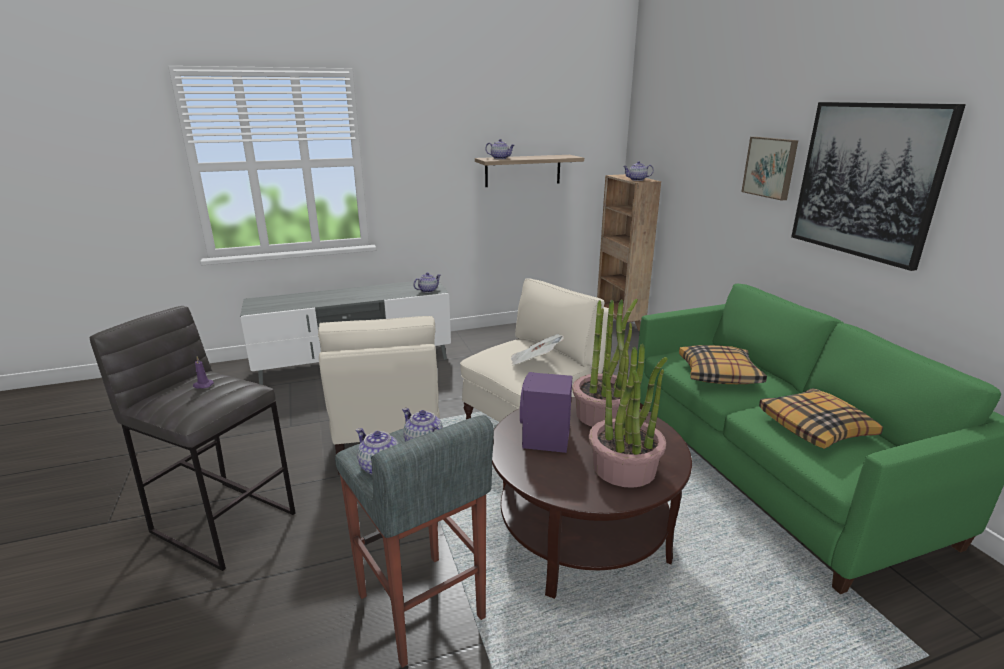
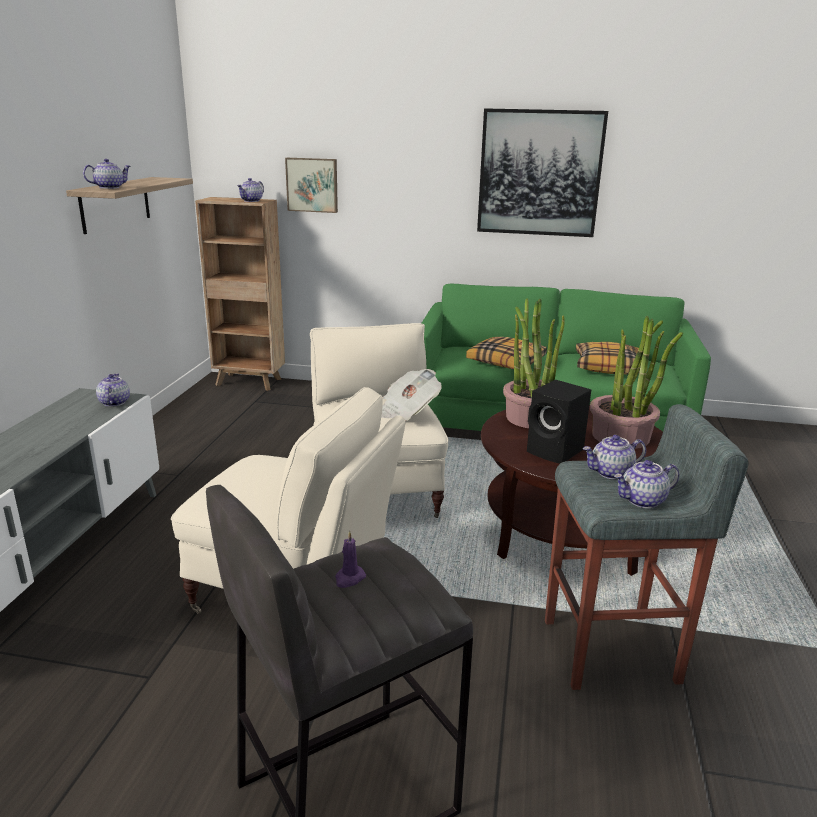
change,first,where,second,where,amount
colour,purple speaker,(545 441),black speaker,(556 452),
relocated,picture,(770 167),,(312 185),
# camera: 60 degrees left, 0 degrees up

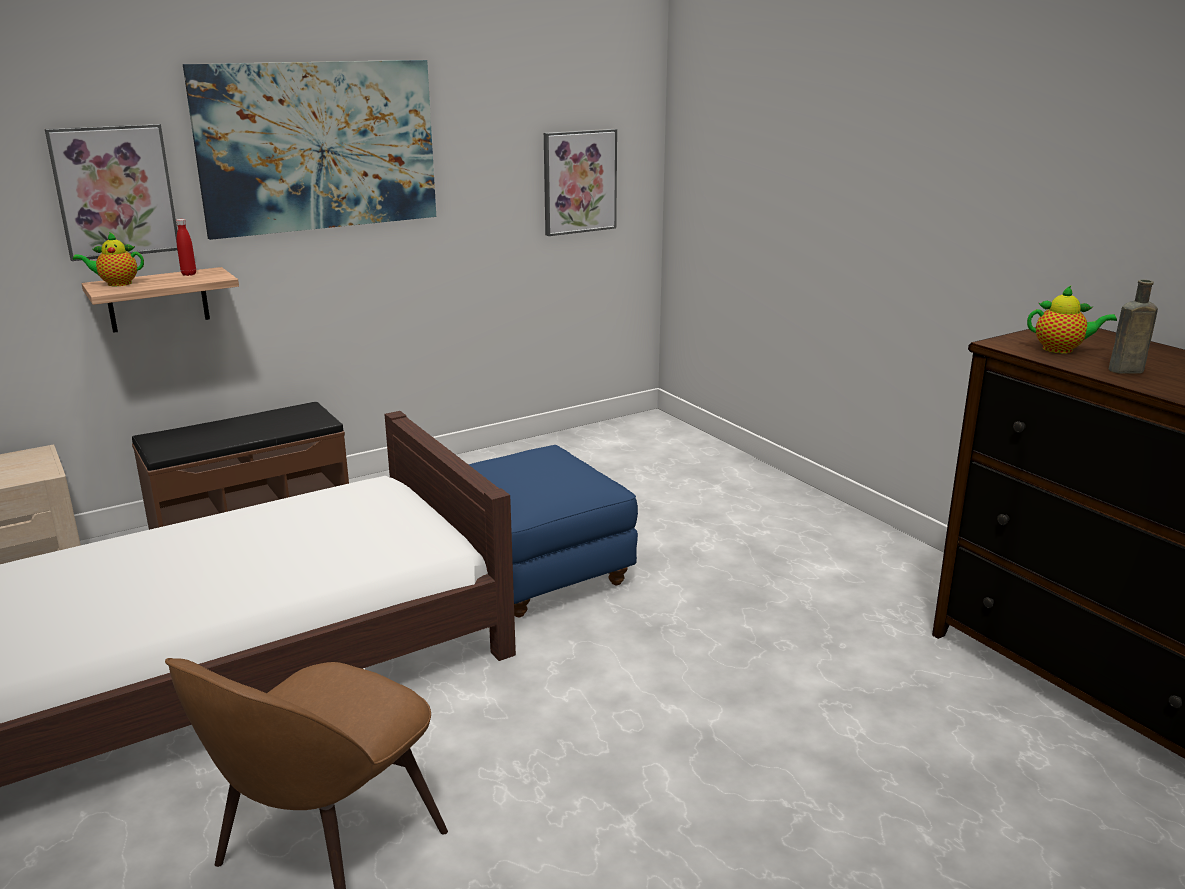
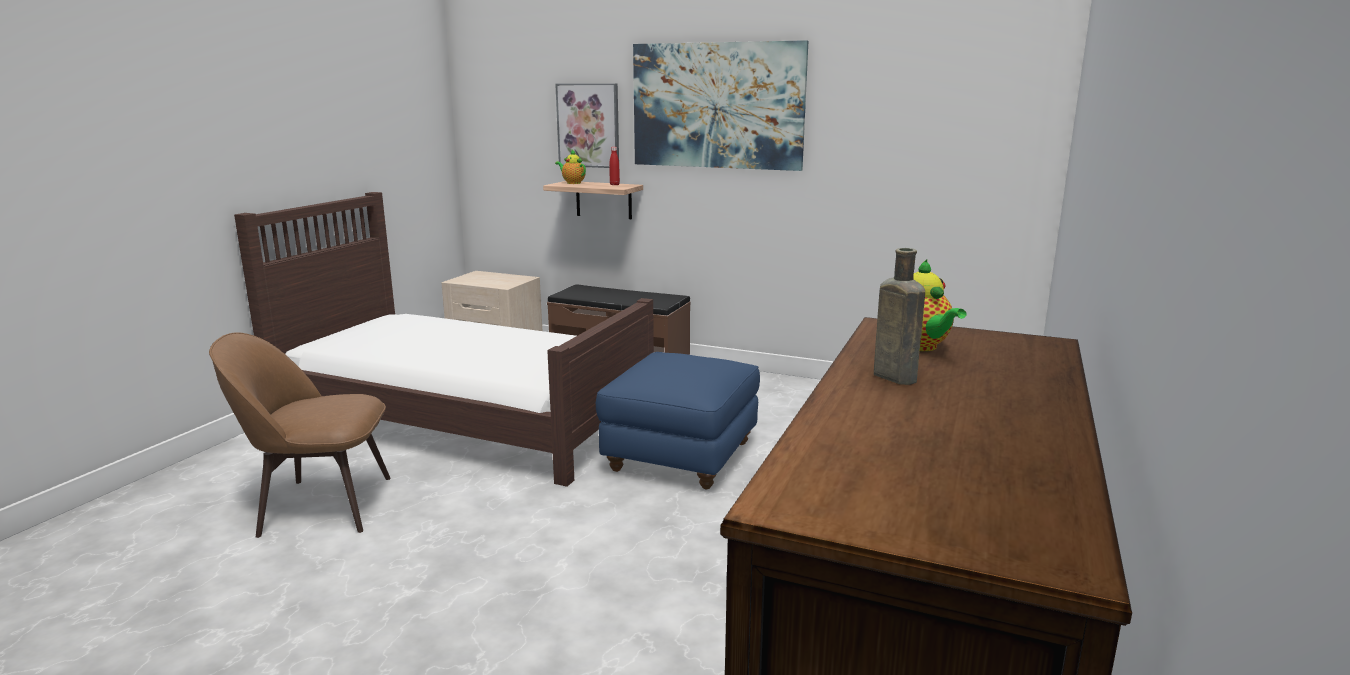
change,first,where,second,where,amount
missing,picture,(579 181),,,
# camera: 55 degrees right, 5 degrees down

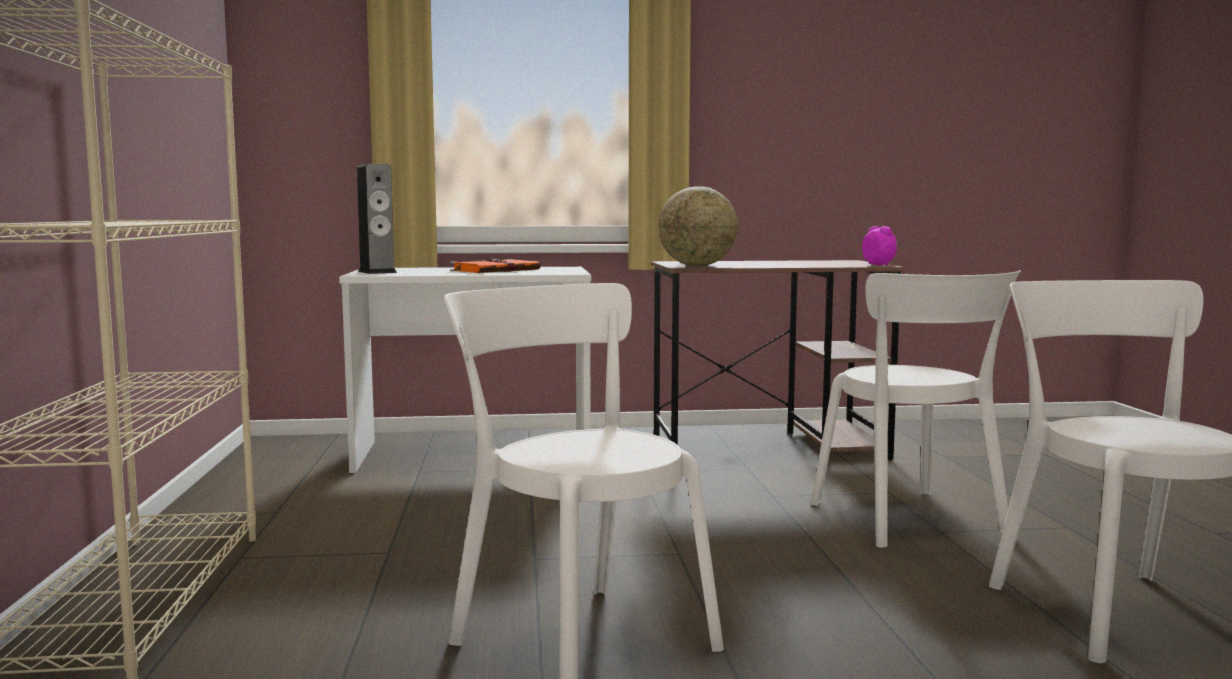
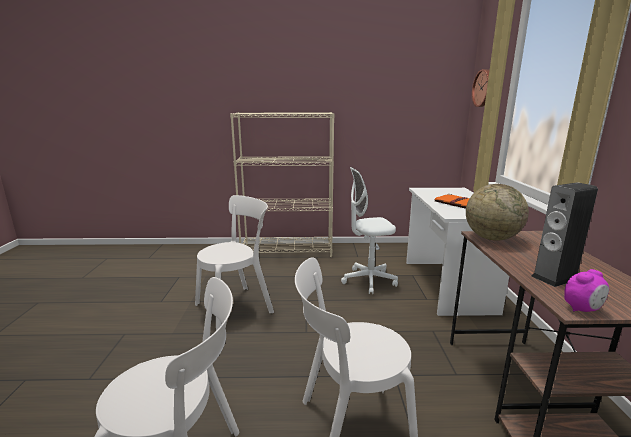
change,first,where,second,where,amount
relocated,speaker,(377 272),,(554 277),
appeared,,,white office chair,(369 280),
appeared,,,wall clock,(483 88),
# camera: 95 degrees right, 10 degrees up

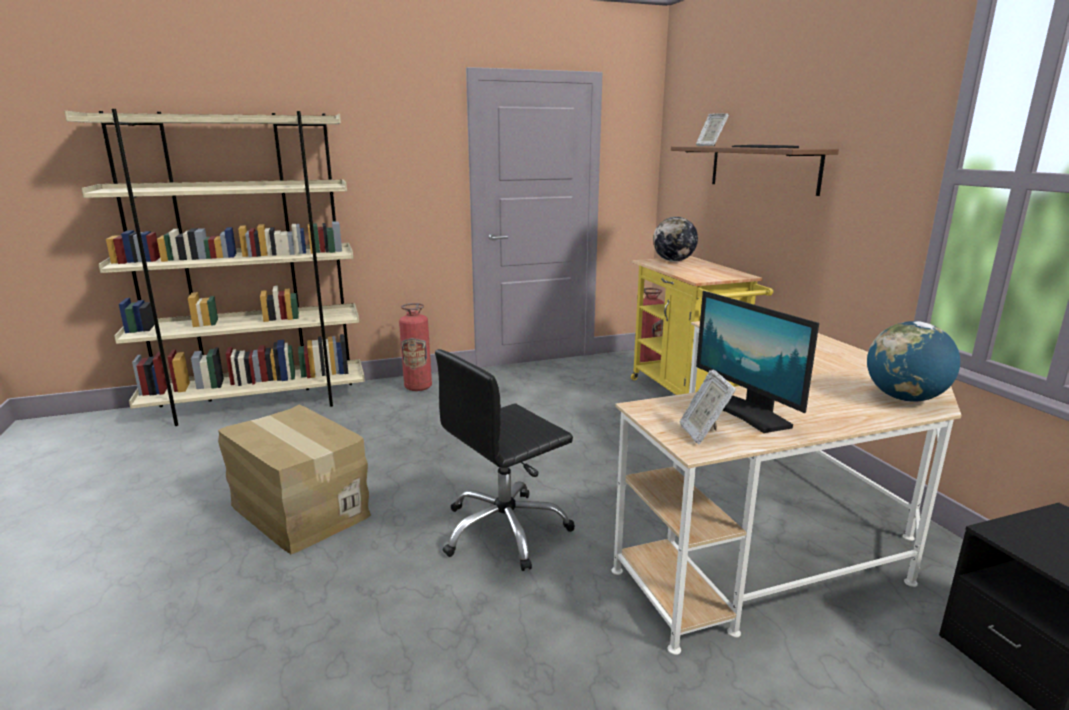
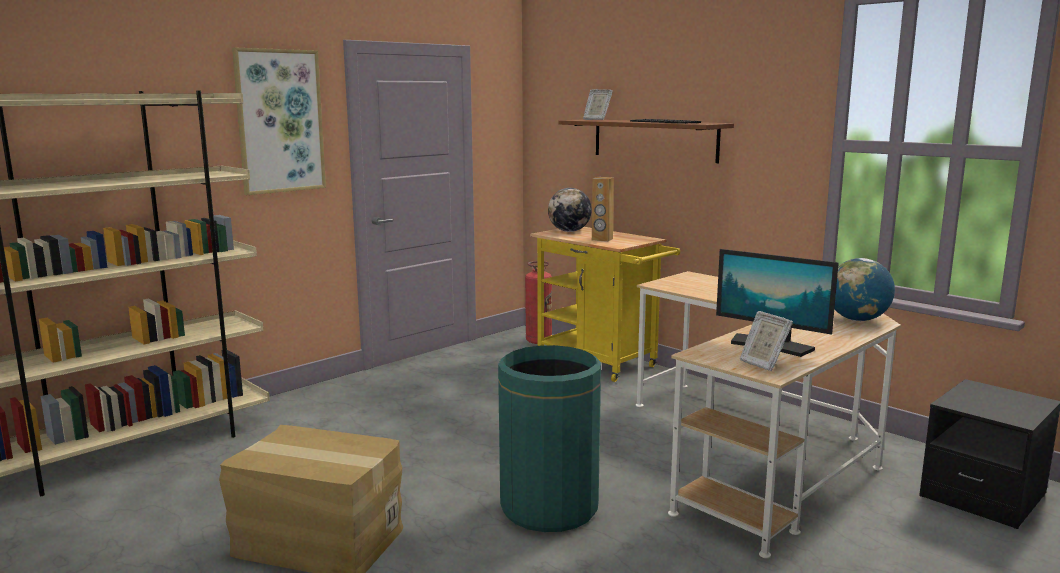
change,first,where,second,where,amount
missing,fire extinguisher,(418 387),,,
exchanged,black office chair,(505 530),green trash can,(549 507),
appeared,,,picture,(280 121),
appeared,,,brown speaker,(602 239),
# camera: 25 degrees left, 5 degrees down

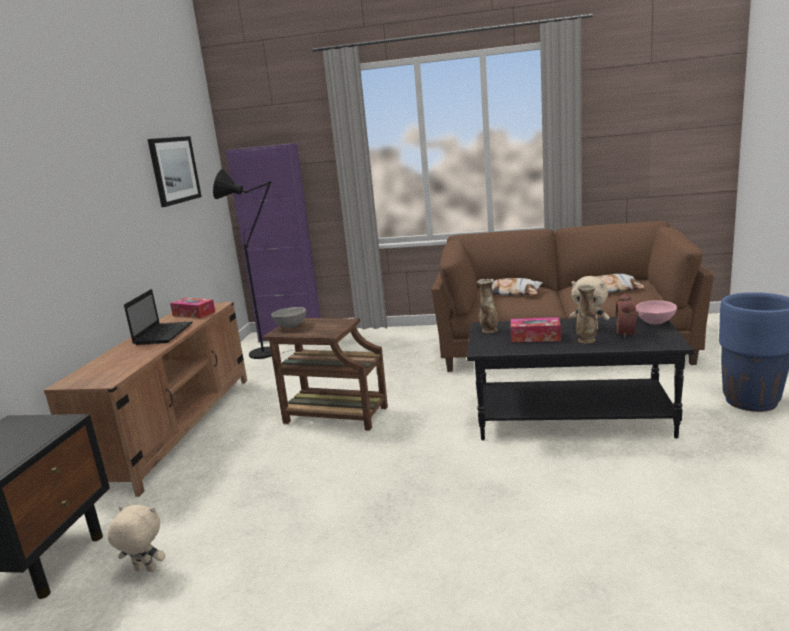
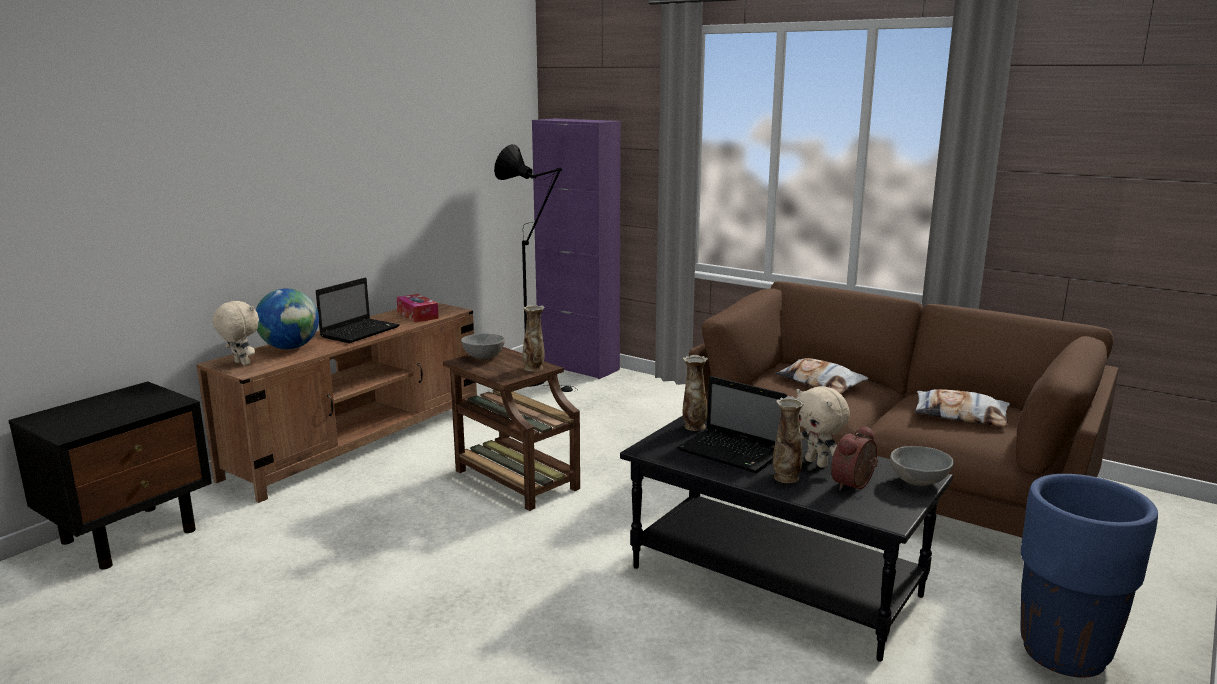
change,first,where,second,where,amount
relocated,beige plush toy,(144 570),,(241 363),
missing,picture,(174 170),,,
exchanged,tissue box,(535 337),laptop,(732 453),
colour,pink bowl,(656 323),grey bowl,(919 483),
appeared,,,globe,(290 348),
appeared,,,vase,(534 368),
# camera: 25 degrees right, 0 degrees up

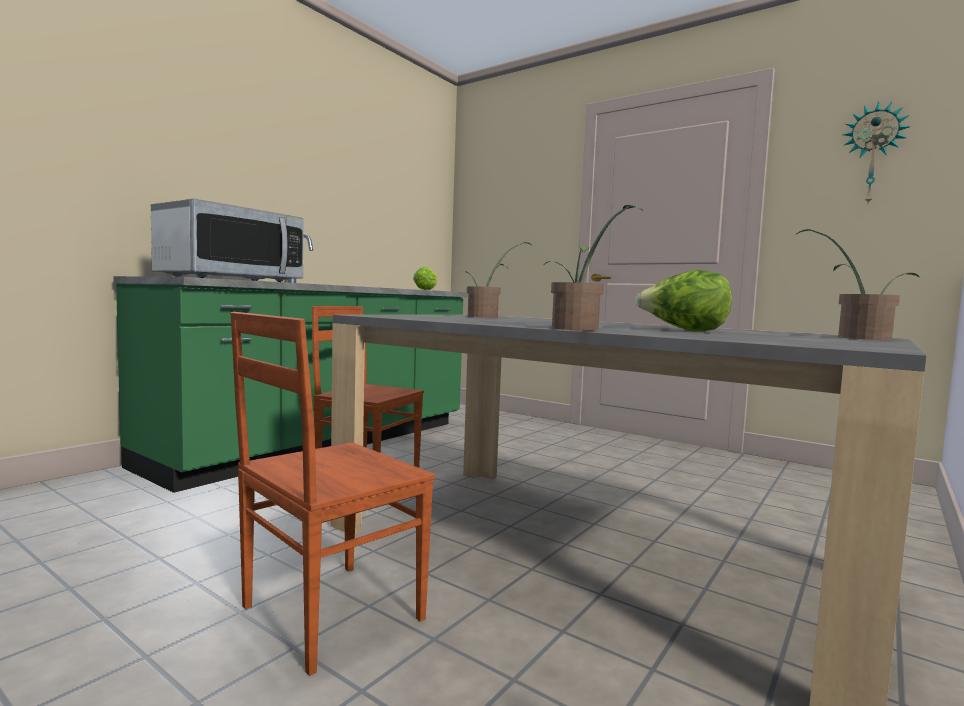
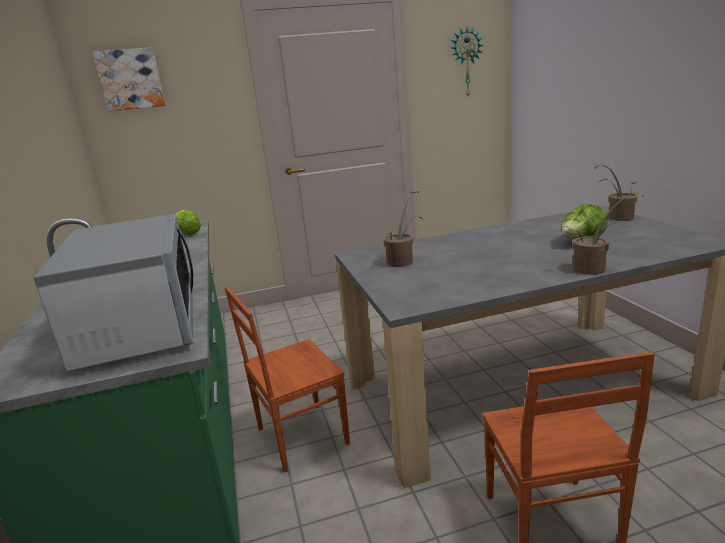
change,first,where,second,where,amount
appeared,,,picture,(130 79),
# camera: 50 degrees left, 15 degrees up

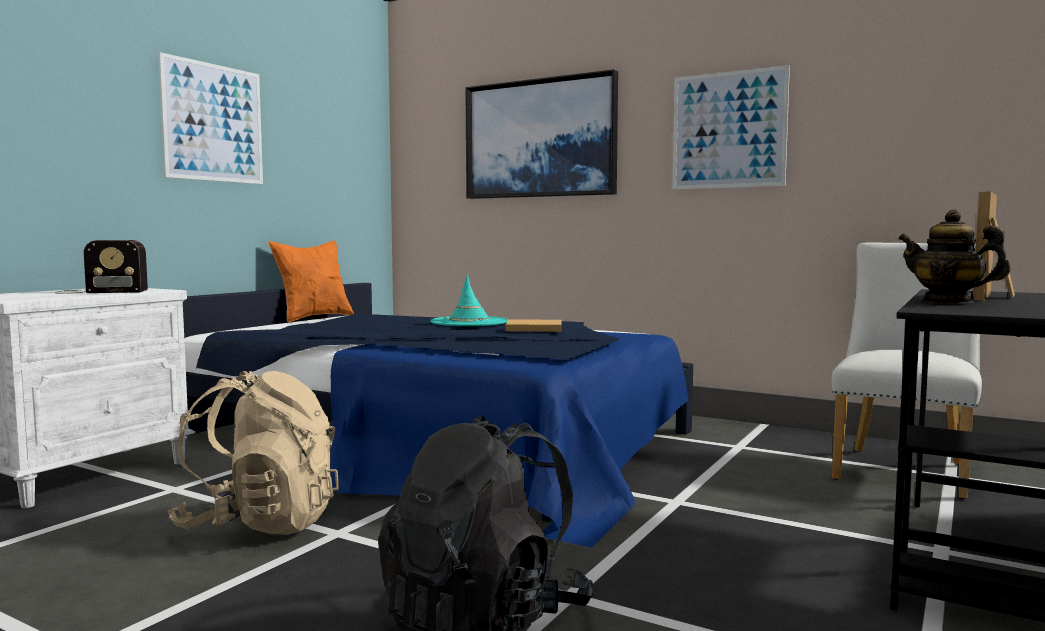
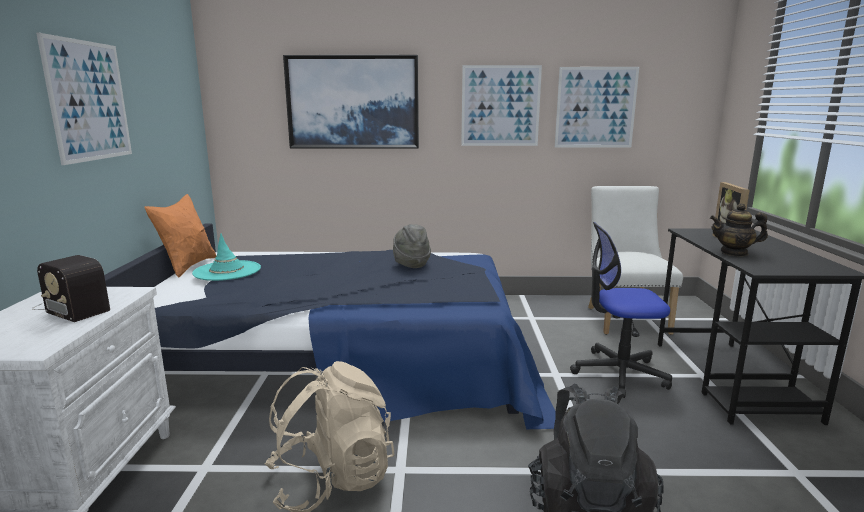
change,first,where,second,where,amount
spun,radio,(98 291),,(72 307),75 degrees clockwise
relocated,turquoise hat,(469 322),,(227 271),
exchanged,beige book,(532 328),grey hat,(411 264),
appeared,,,picture,(595 107),
appeared,,,office chair,(619 373),
# camera: 30 degrees left, 10 degrees up

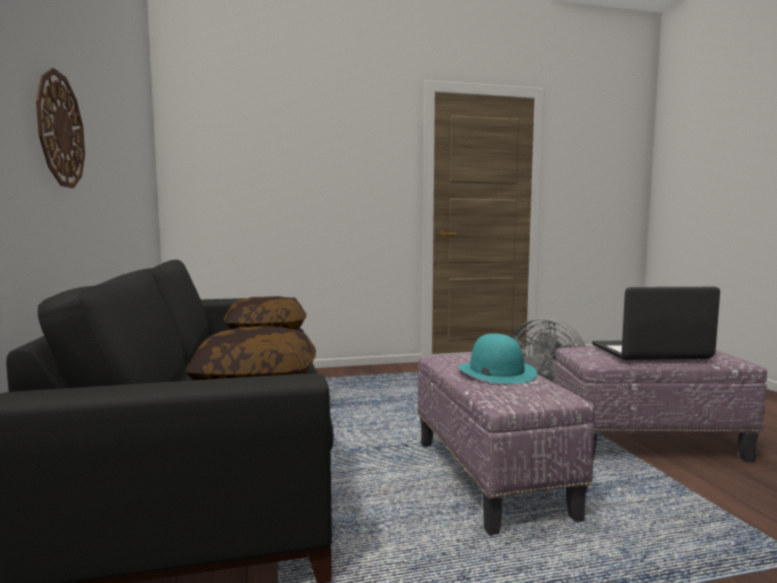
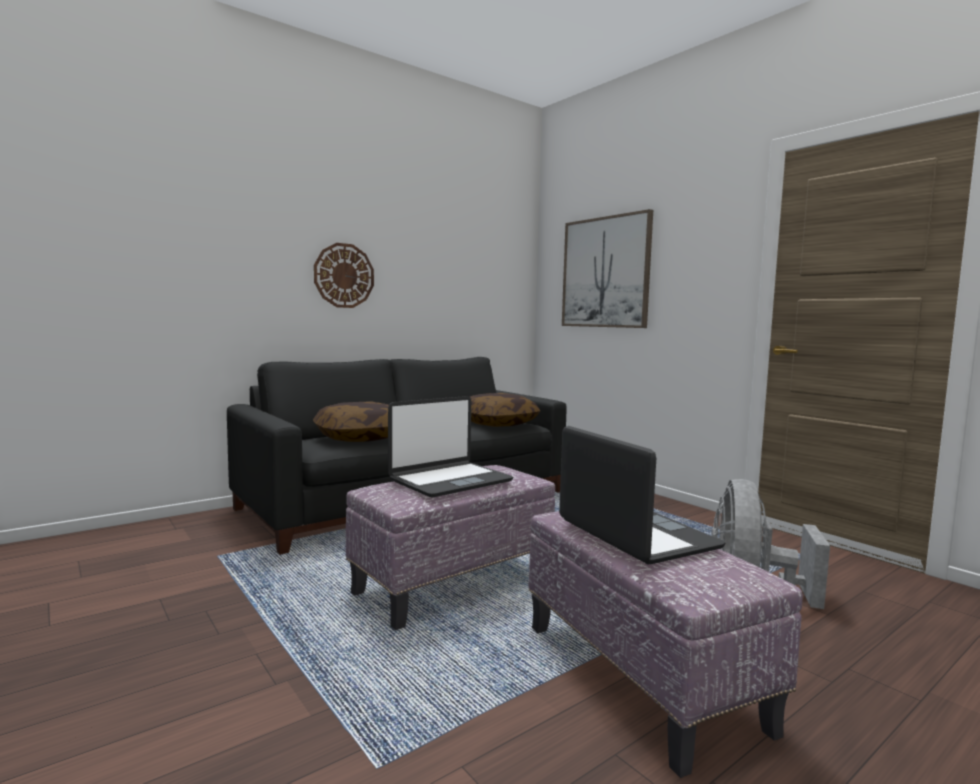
change,first,where,second,where,amount
exchanged,turquoise hat,(496 372),laptop,(449 480),
appeared,,,picture,(605 272),
# camera: 65 degrees right, 0 degrees up

